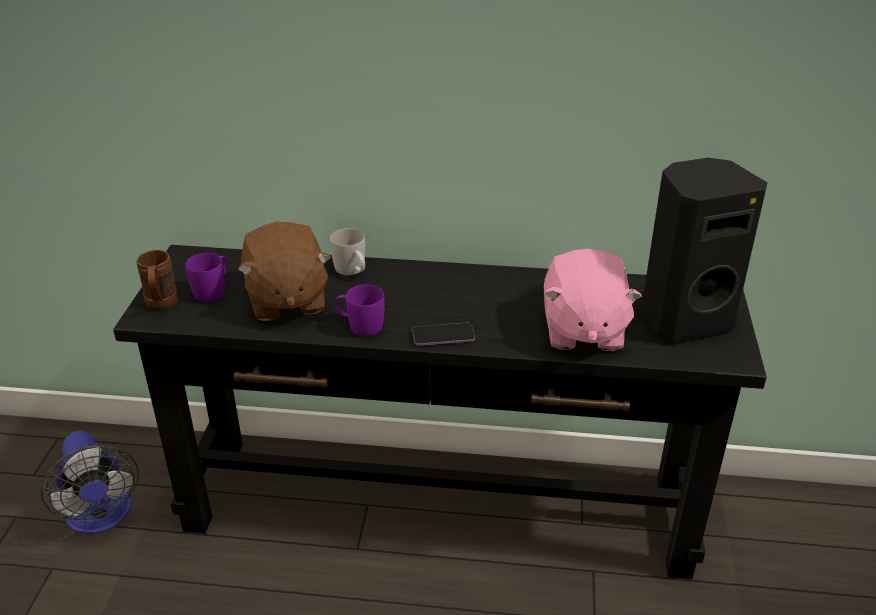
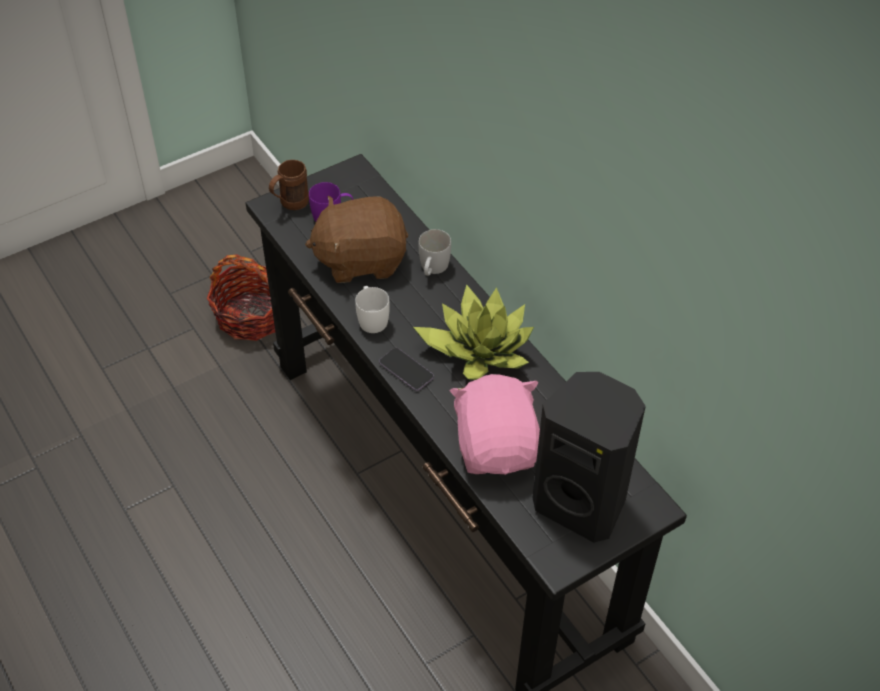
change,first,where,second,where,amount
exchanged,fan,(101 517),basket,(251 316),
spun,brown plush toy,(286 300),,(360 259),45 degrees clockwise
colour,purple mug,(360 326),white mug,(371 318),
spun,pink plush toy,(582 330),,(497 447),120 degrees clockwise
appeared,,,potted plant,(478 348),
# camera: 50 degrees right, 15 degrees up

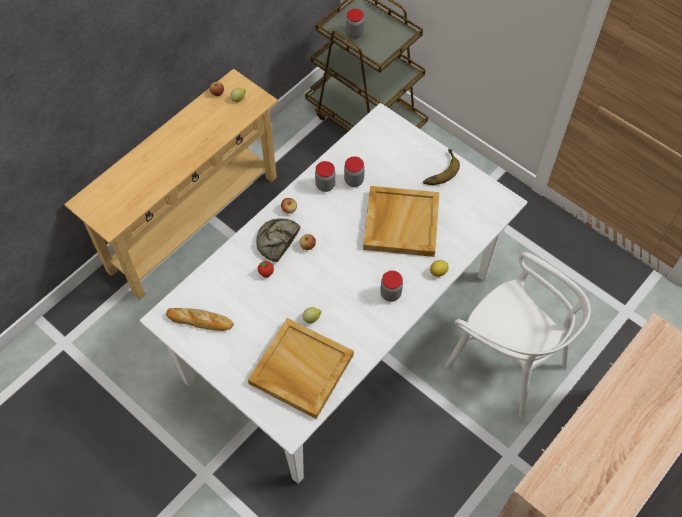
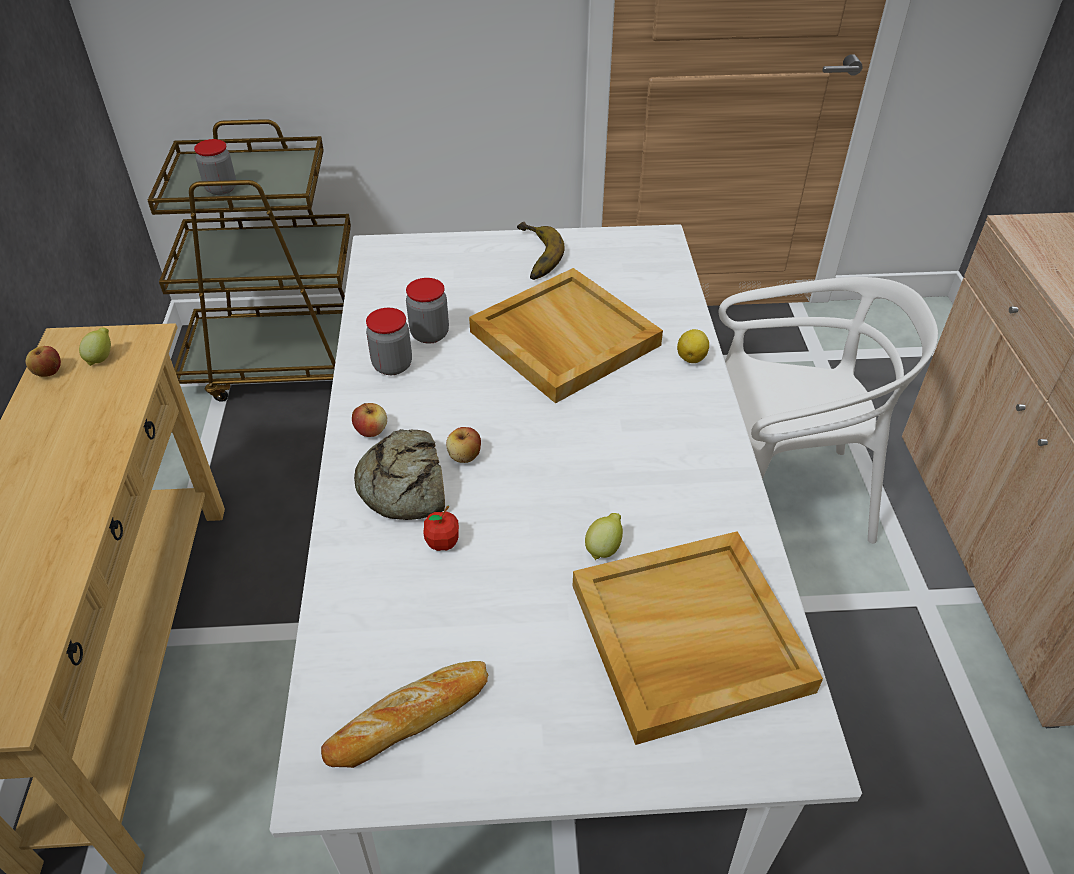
change,first,where,second,where,amount
missing,jar,(390 294),,,
# camera: 45 degrees left, 15 degrees down

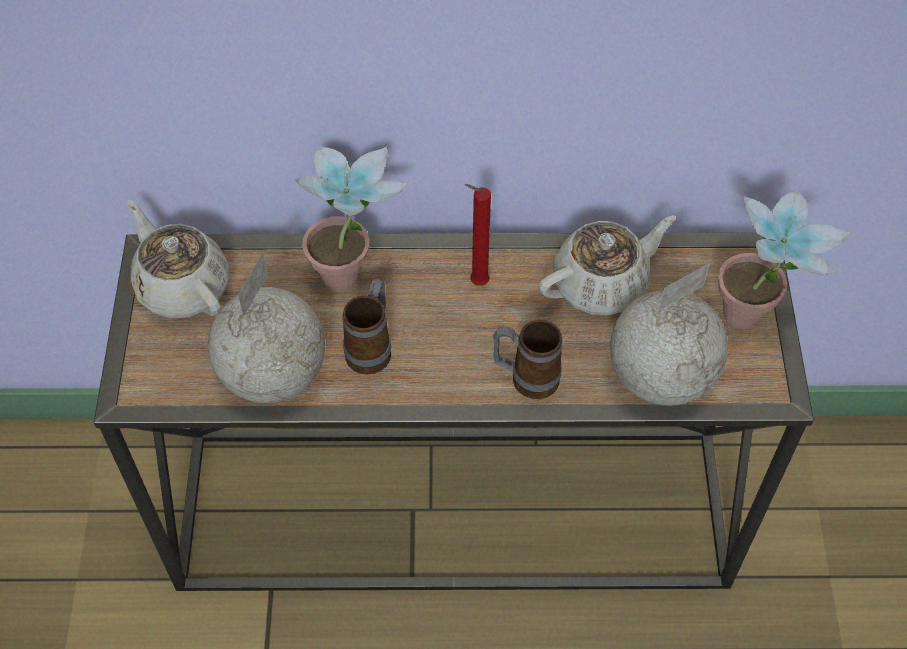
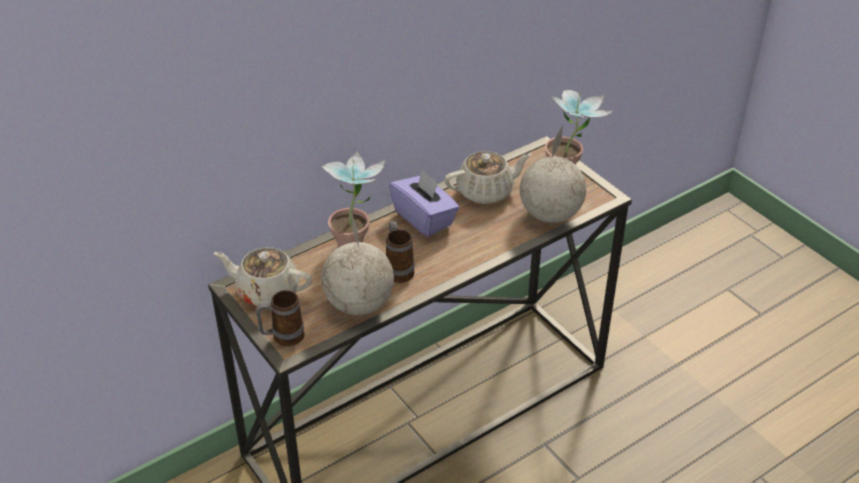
change,first,where,second,where,amount
exchanged,red candle,(476 283),purple tissue box,(424 218),
relocated,mug,(525 378),,(282 338),
spun,beige teapot,(601 284),,(486 191),45 degrees clockwise
# camera: 35 degrees left, 15 degrees down

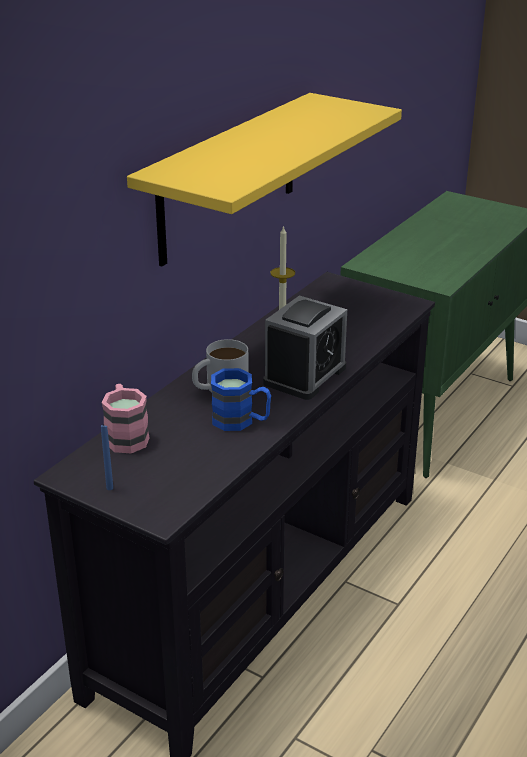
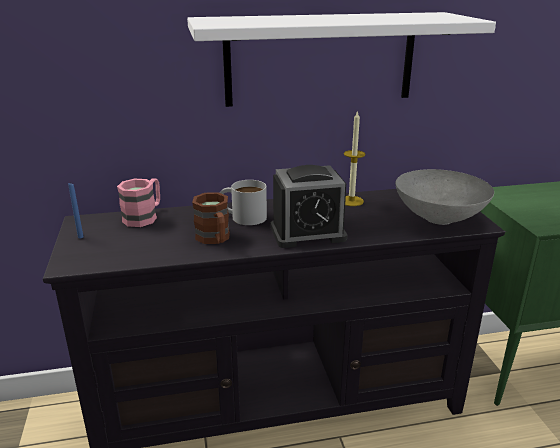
change,first,where,second,where,amount
colour,yellow shelf,(228 178),white shelf,(320 59),
colour,blue mug,(241 421),brown mug,(215 239),
appeared,,,grey bowl,(440 218),
# camera: 45 degrees right, 5 degrees down

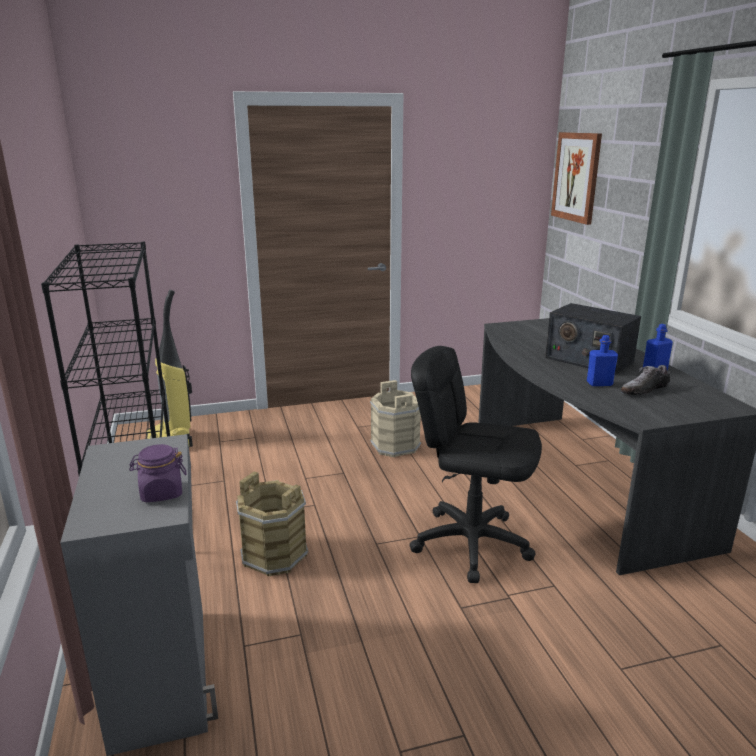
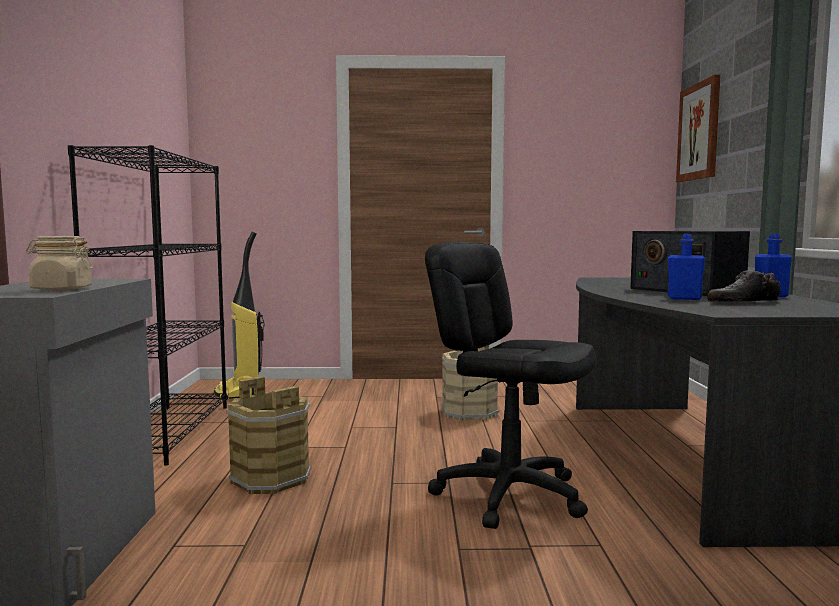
change,first,where,second,where,amount
colour,purple jar,(161 493),beige jar,(61 289),
# camera: 15 degrees right, 15 degrees down

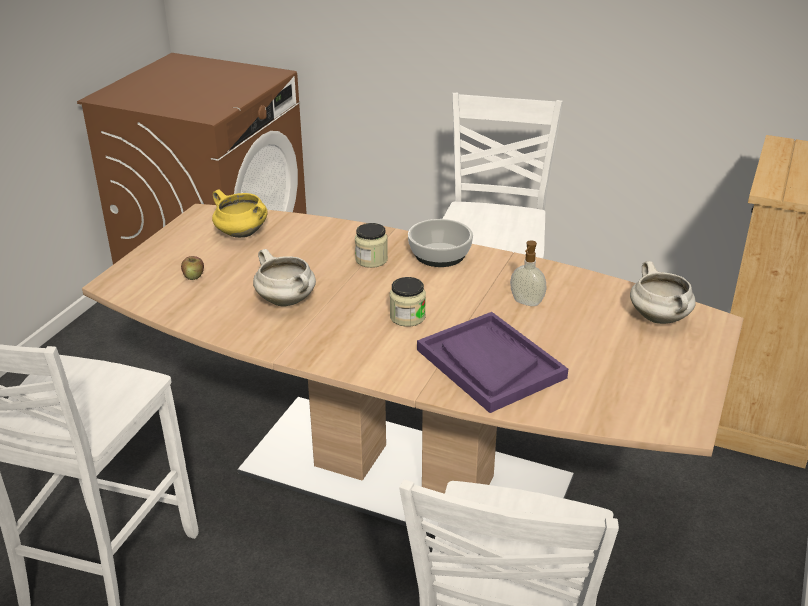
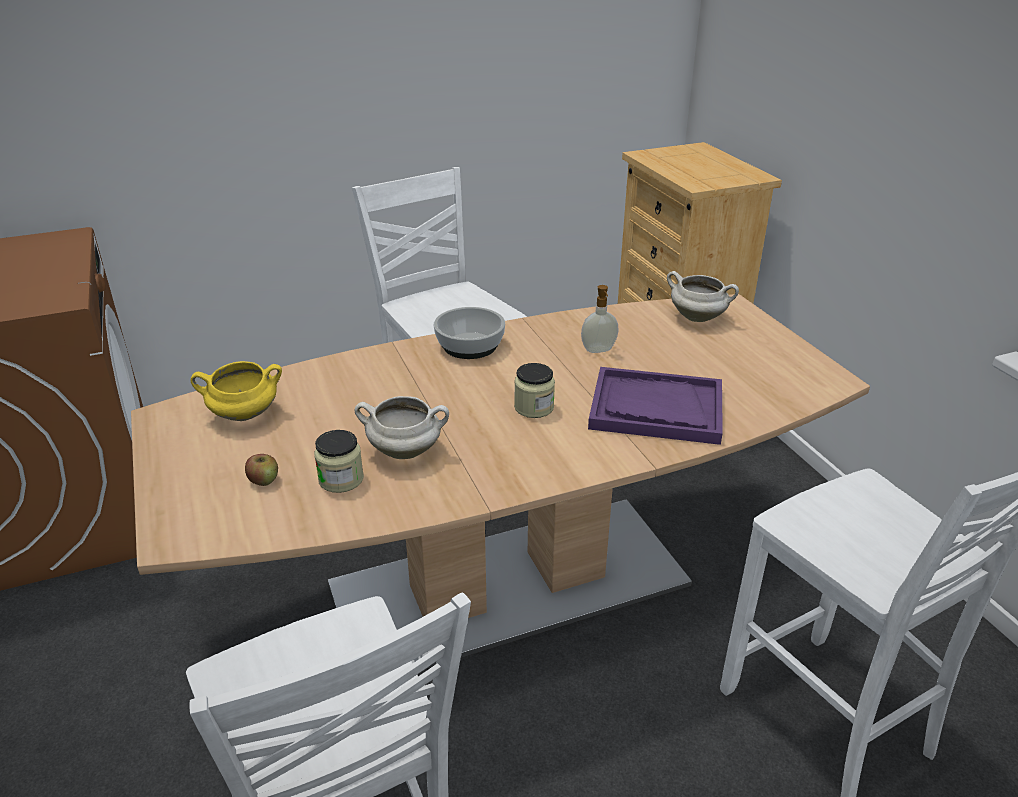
change,first,where,second,where,amount
relocated,jar,(371 260),,(341 479),
# camera: 45 degrees left, 0 degrees up

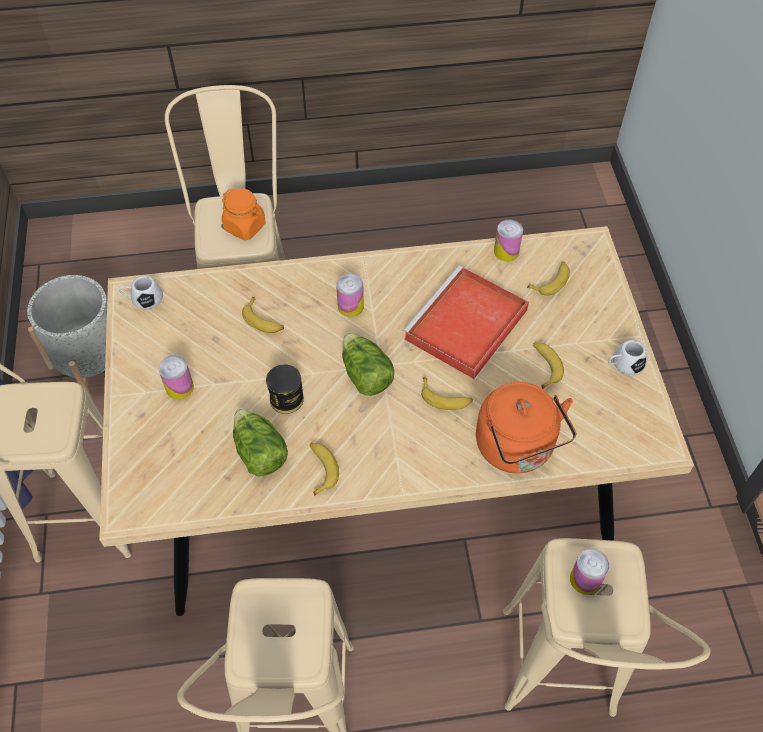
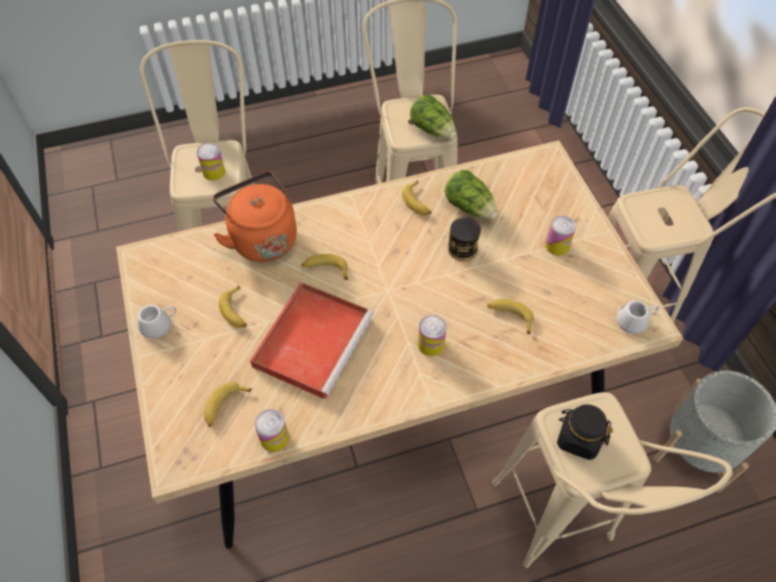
change,first,where,second,where,amount
colour,orange jar,(245 226),black jar,(578 438),
relocated,lettuce,(365 374),,(433 129),
# camera: 170 degrees right, 0 degrees up

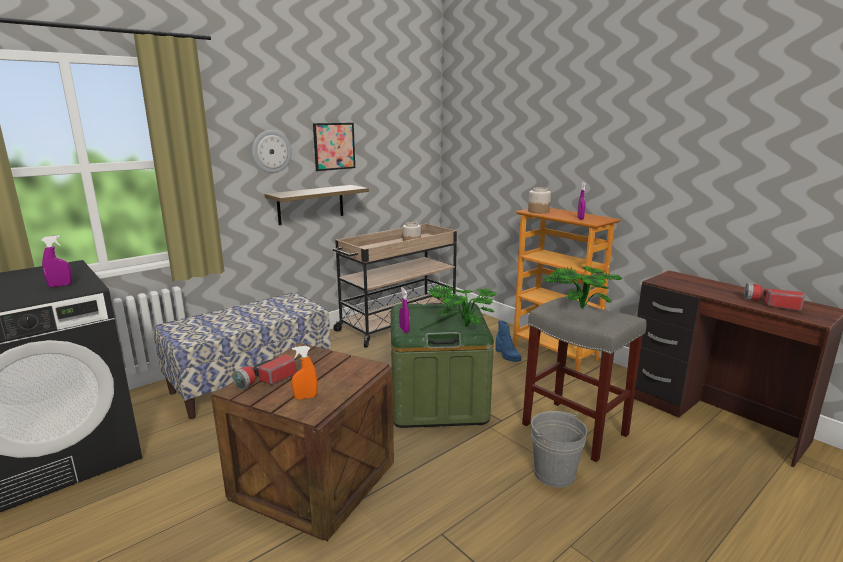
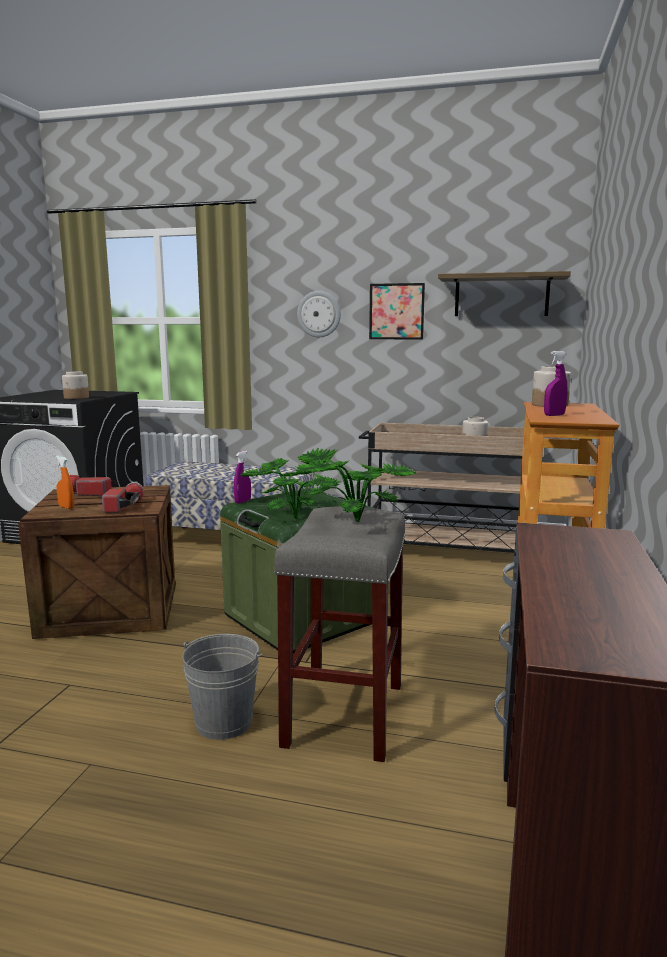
change,first,where,second,where,amount
exchanged,purple spray bottle,(60 285),jar,(76 397),
relocated,shelf,(311 204),,(501 296),
missing,blue boot,(507 356),,,
relocated,flashlight,(771 304),,(125 506),
# camera: 55 degrees right, 5 degrees down

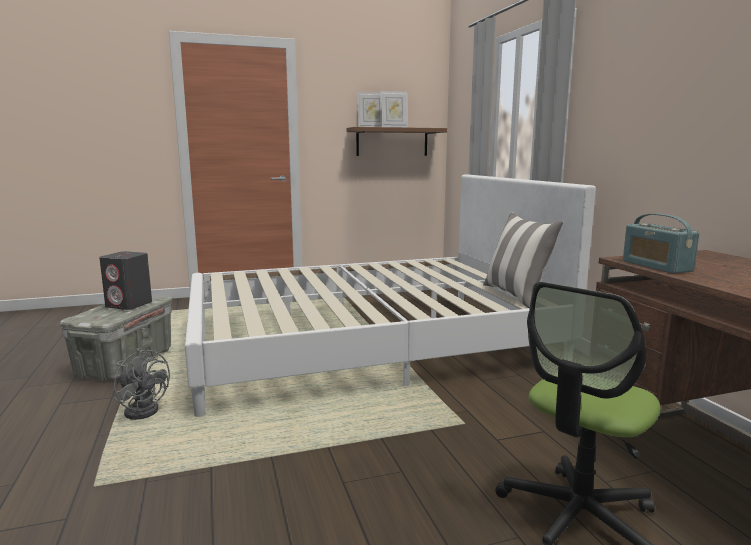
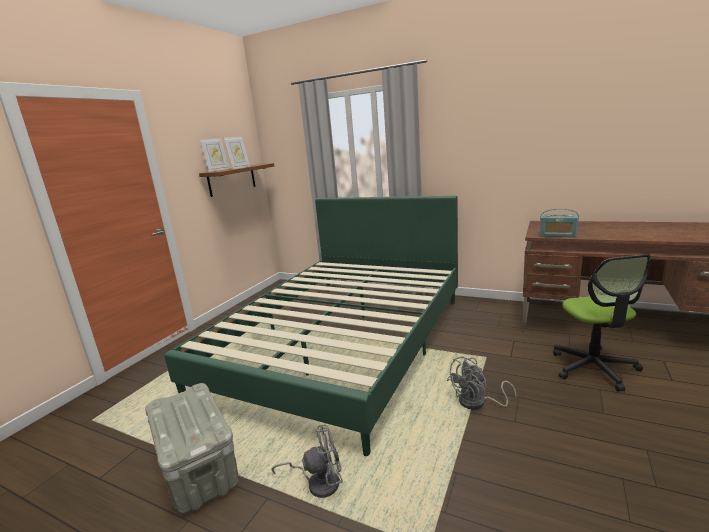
change,first,where,second,where,amount
missing,grey speaker,(129 305),,,
colour,white bed,(368 343),green bed,(342 343),
missing,pillow,(516 295),,,
appeared,,,grey fan,(477 403),
# camera: 45 degrees left, 5 degrees up

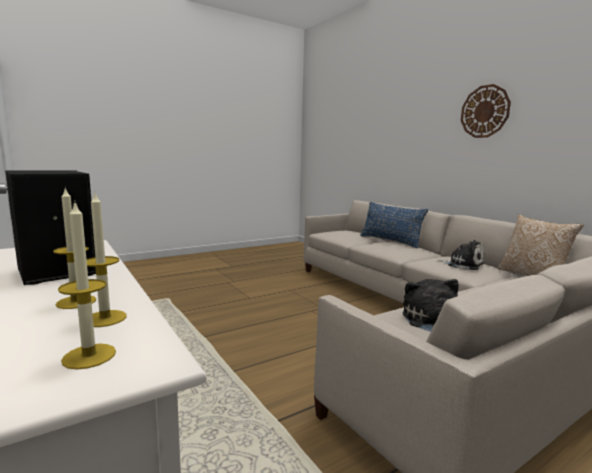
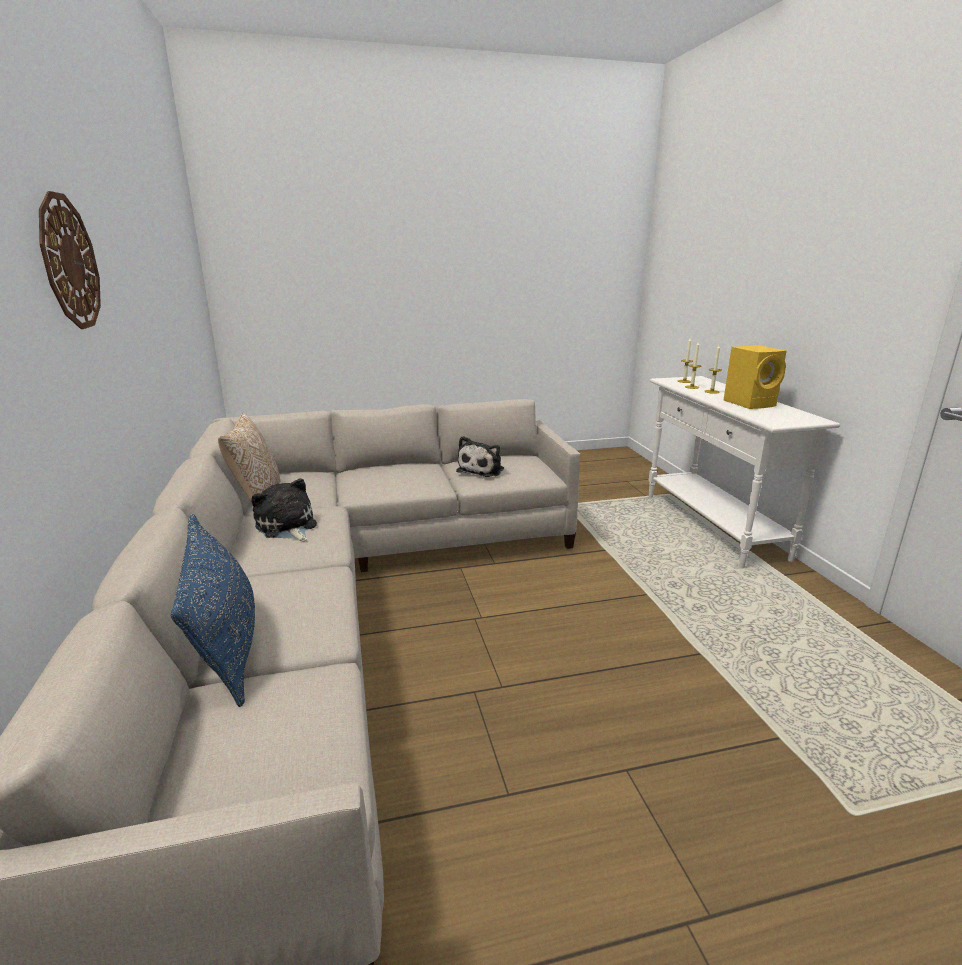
change,first,where,second,where,amount
colour,black speaker,(53 272),yellow speaker,(751 403),
# camera: 160 degrees left, 10 degrees up

